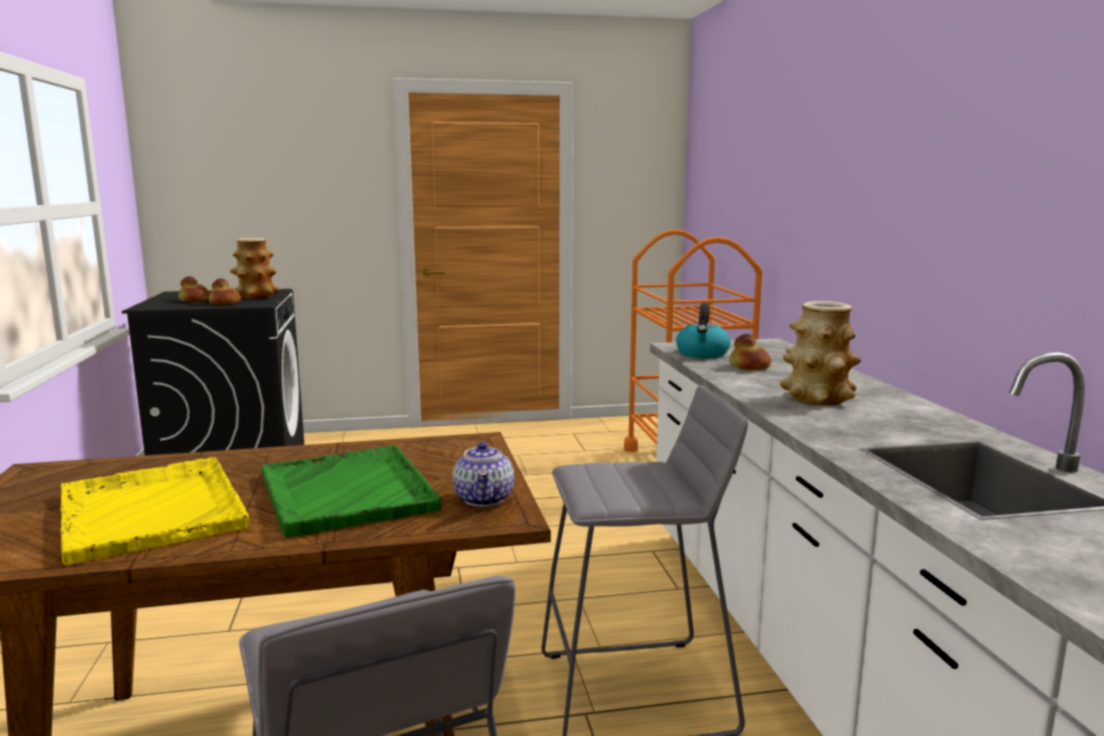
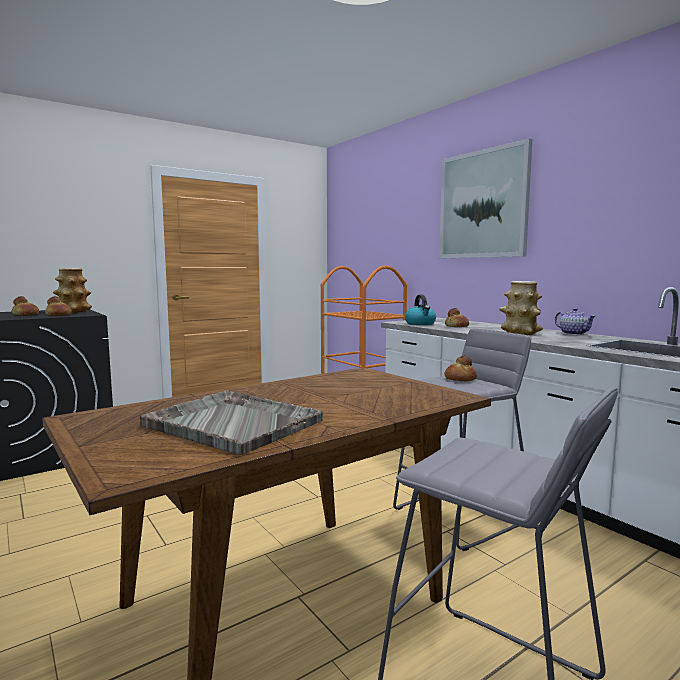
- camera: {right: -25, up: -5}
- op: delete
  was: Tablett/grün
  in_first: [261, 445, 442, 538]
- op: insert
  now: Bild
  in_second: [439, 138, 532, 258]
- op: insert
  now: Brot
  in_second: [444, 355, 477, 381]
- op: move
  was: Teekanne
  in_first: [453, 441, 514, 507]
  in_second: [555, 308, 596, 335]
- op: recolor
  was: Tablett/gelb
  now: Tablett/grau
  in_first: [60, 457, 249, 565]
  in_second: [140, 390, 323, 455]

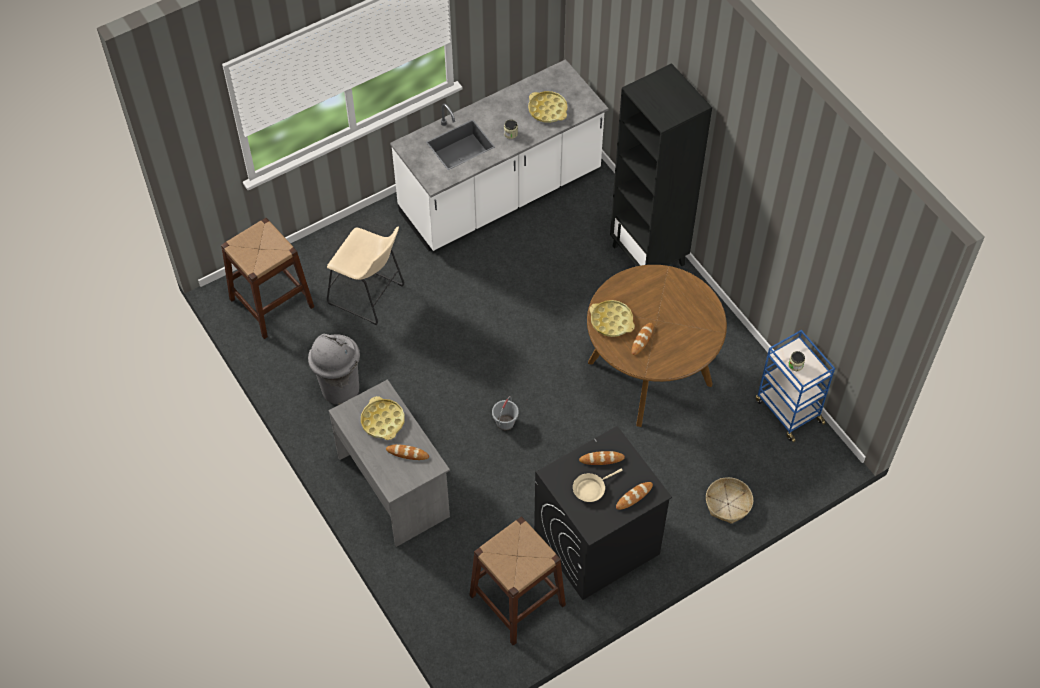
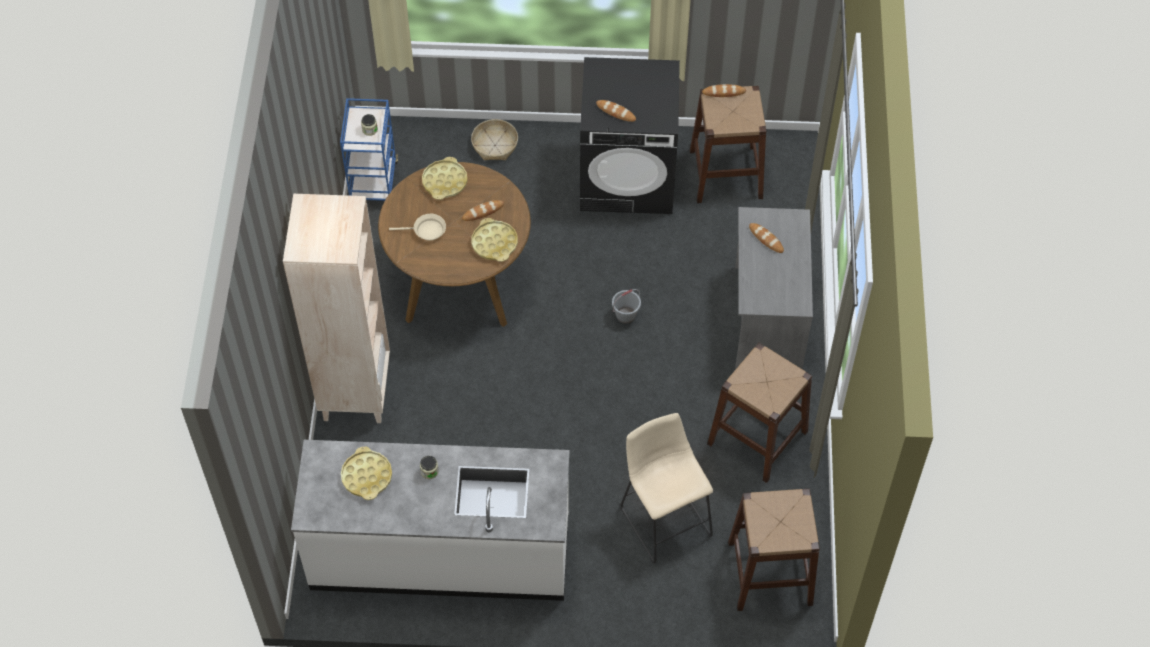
- camera: {right: -145, up: 0}
- op: move
  was: Tablett/gelb
  in_first: [361, 396, 405, 440]
  in_second: [422, 157, 468, 200]
- op: move
  was: Pfanne/beige
  in_first: [573, 468, 622, 502]
  in_second: [389, 214, 446, 241]
- op: move
  was: Brot
  in_first: [616, 482, 653, 510]
  in_second: [702, 84, 746, 97]
- op: replace
  was: Mülleimer/grau
  now: Hocker/braun
  in_first: [308, 334, 360, 405]
  in_second: [707, 343, 812, 483]
- op: recolor
  was: Bücherregal/schwarz
  now: Bücherregal/beige
  in_first: [610, 63, 712, 266]
  in_second: [283, 194, 390, 423]

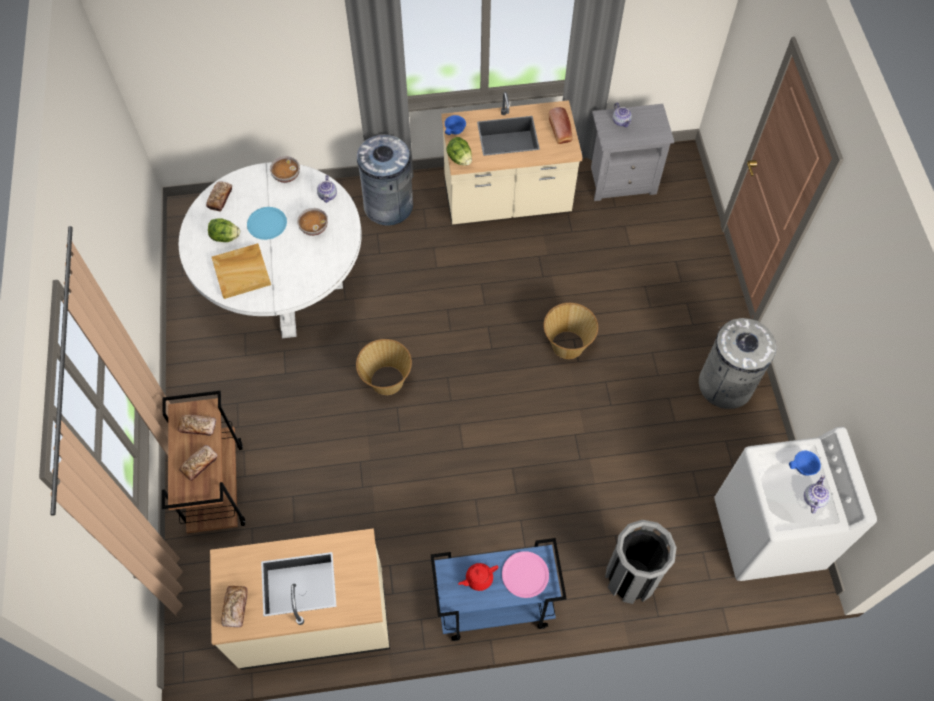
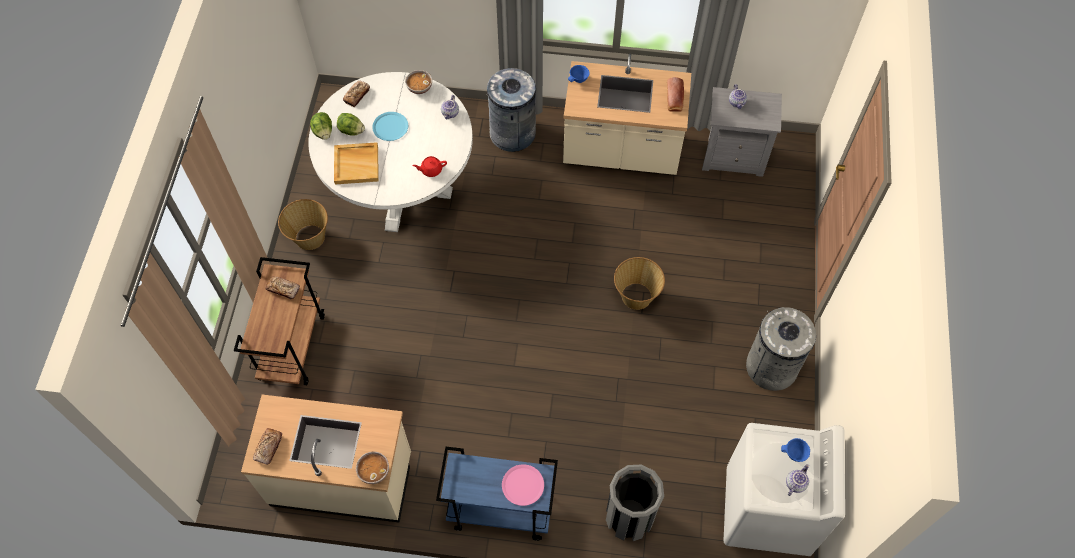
- camera: {right: 15, up: 0}
- op: delete
  was: Brot
  in_first: [179, 445, 218, 481]
- op: move
  was: Schüssel
  in_first: [297, 208, 328, 236]
  in_second: [356, 452, 389, 484]
- op: move
  was: Korb
  in_first: [356, 339, 412, 395]
  in_second: [278, 199, 328, 250]
- op: move
  was: Salatkopf
  in_first: [447, 137, 472, 166]
  in_second: [310, 112, 332, 140]
- op: move
  was: Teekanne/rot
  in_first: [458, 563, 498, 591]
  in_second: [412, 156, 447, 177]

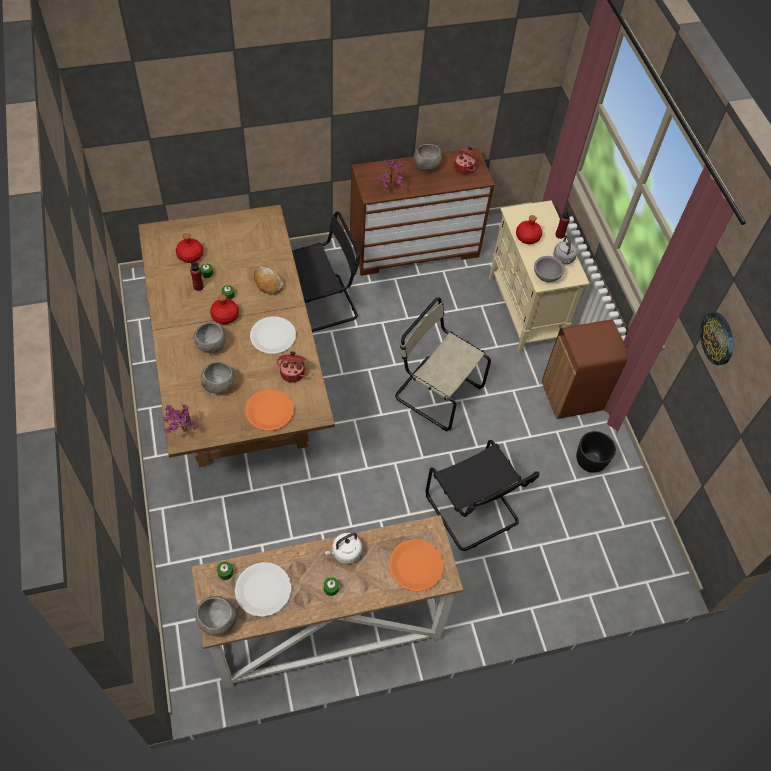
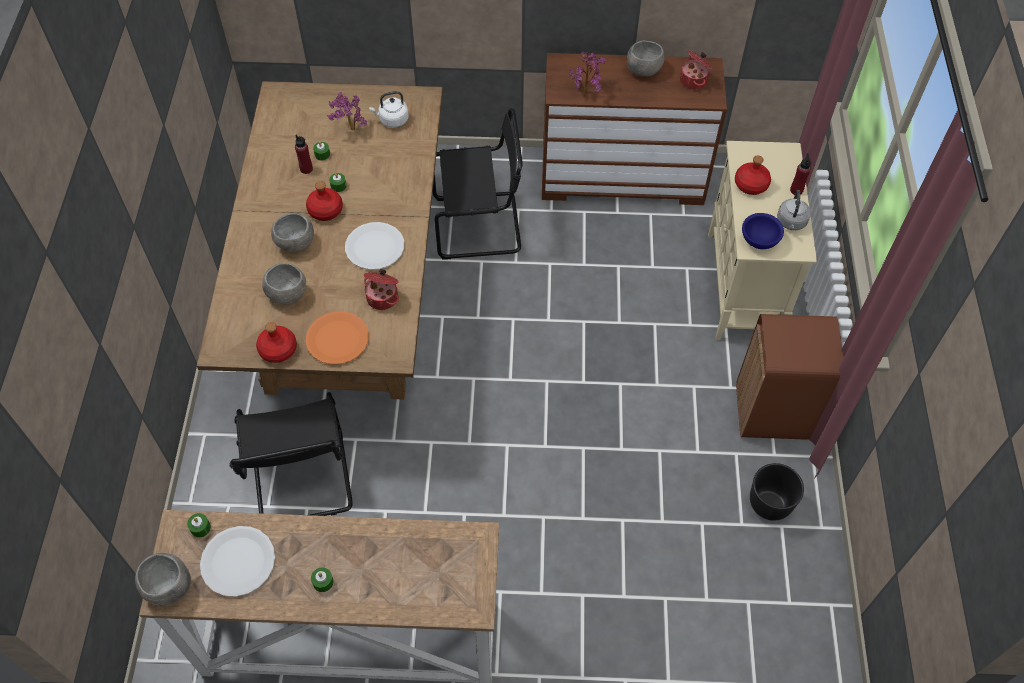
- camera: {right: 20, up: 0}
- op: delete
  was: Brot
  in_first: [254, 266, 283, 295]
- op: delete
  was: Teller/orange
  in_first: [389, 539, 443, 592]
- op: delete
  was: Stuhl/beige
  in_first: [395, 297, 491, 432]
- op: delete
  was: Wanduhr
  in_first: [700, 312, 733, 365]
- op: move
  was: Topfpflanze
  in_first: [163, 404, 199, 433]
  in_second: [327, 92, 367, 130]
- op: move
  was: Flasche/rot
  in_first: [176, 233, 203, 263]
  in_second: [256, 322, 297, 363]
- op: move
  was: Wasserkessel/weiß
  in_first: [325, 533, 362, 564]
  in_second: [369, 91, 409, 128]
- op: move
  was: Stuhl/schwarz
  in_first: [426, 440, 539, 551]
  in_second: [229, 392, 353, 516]
- op: recolor
  was: Schüssel/grau
  now: Schüssel/blau
  in_first: [534, 256, 564, 282]
  in_second: [742, 213, 784, 249]

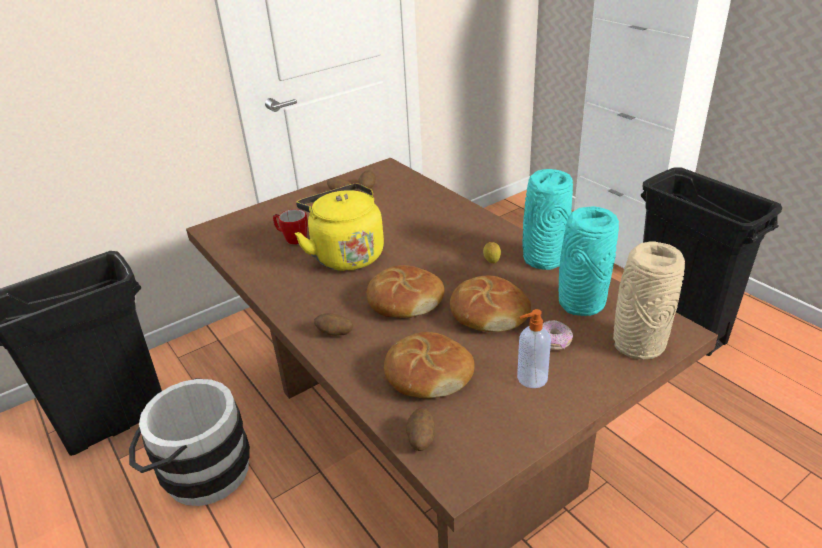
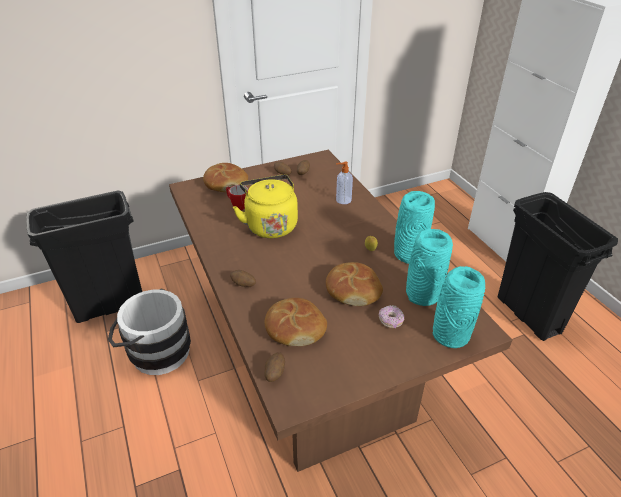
- camera: {right: 10, up: 5}
- op: move
  was: Brot
  in_first: [367, 265, 445, 318]
  in_second: [203, 163, 248, 192]
- op: move
  was: Seifenspender
  in_first: [517, 309, 551, 388]
  in_second: [336, 162, 353, 204]
- op: recolor
  was: Vase/beige
  now: Vase/türkis
  in_first: [613, 241, 685, 359]
  in_second: [433, 266, 485, 348]

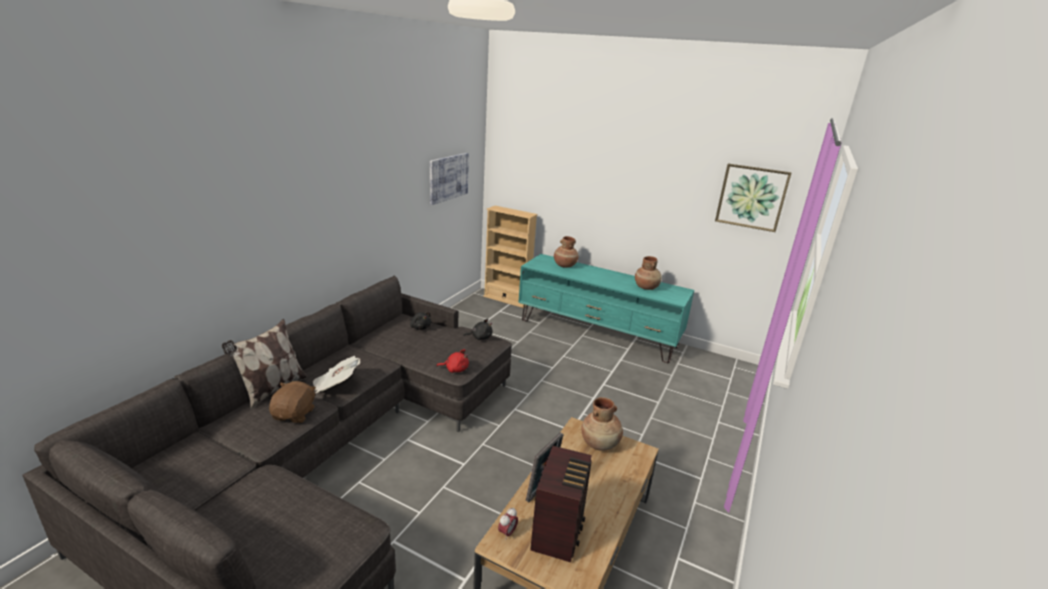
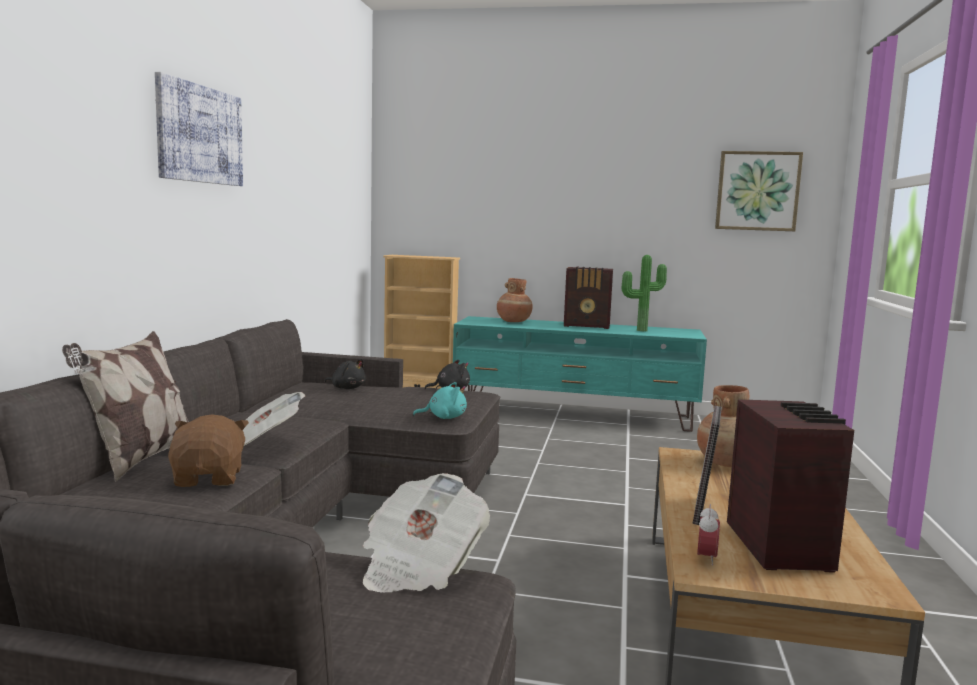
- camera: {right: -15, up: -15}
- op: insert
  now: Zeitung
  in_second: [362, 473, 490, 592]
- op: insert
  now: Radio
  in_second: [564, 267, 613, 329]
- op: move
  was: Bild
  in_first: [430, 153, 469, 205]
  in_second: [155, 72, 243, 186]
- op: replace
  was: Vase/braun
  now: Topfpflanze
  in_first: [635, 256, 662, 290]
  in_second: [622, 255, 667, 331]
- op: recolor
  was: Plüschtier/rot
  now: Plüschtier/türkis
  in_first: [437, 349, 469, 373]
  in_second: [413, 382, 467, 419]

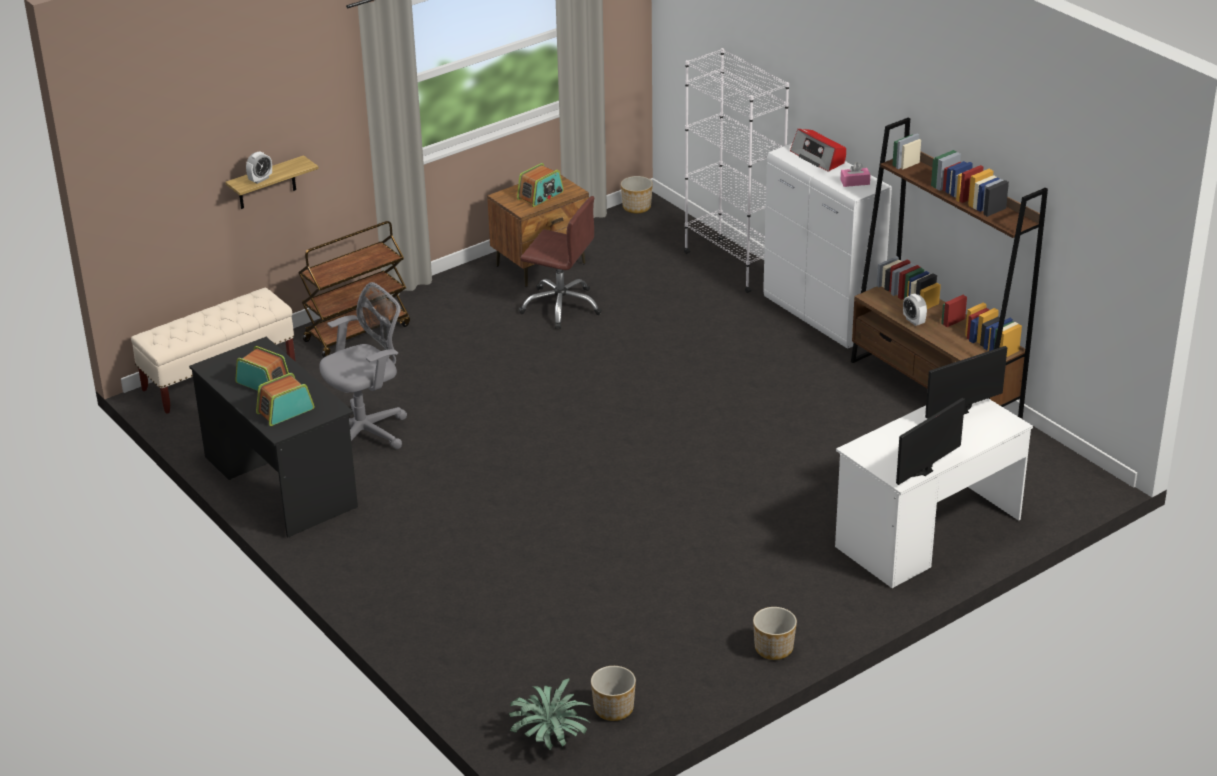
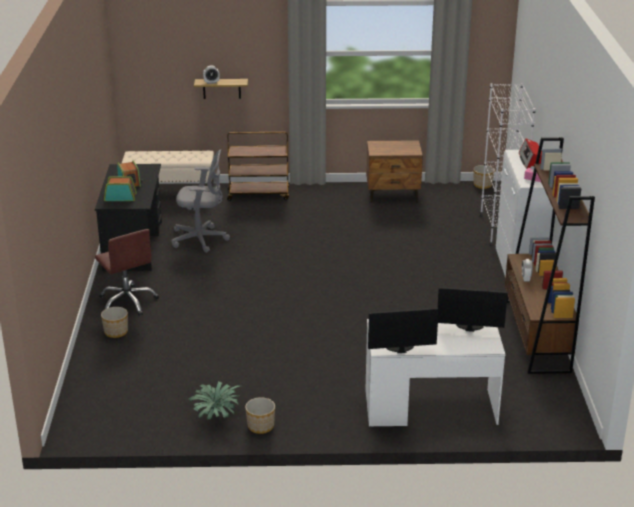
- camera: {right: 35, up: -5}
- op: delete
  was: Radio
  in_first: [517, 163, 564, 207]
- op: move
  was: Topfpflanze
  in_first: [509, 678, 590, 750]
  in_second: [189, 381, 240, 420]
- op: move
  was: Bürostuhl/braun
  in_first: [519, 196, 602, 329]
  in_second: [95, 229, 159, 316]
- op: move
  was: Pflanzkübel
  in_first: [591, 666, 636, 721]
  in_second: [101, 307, 128, 338]

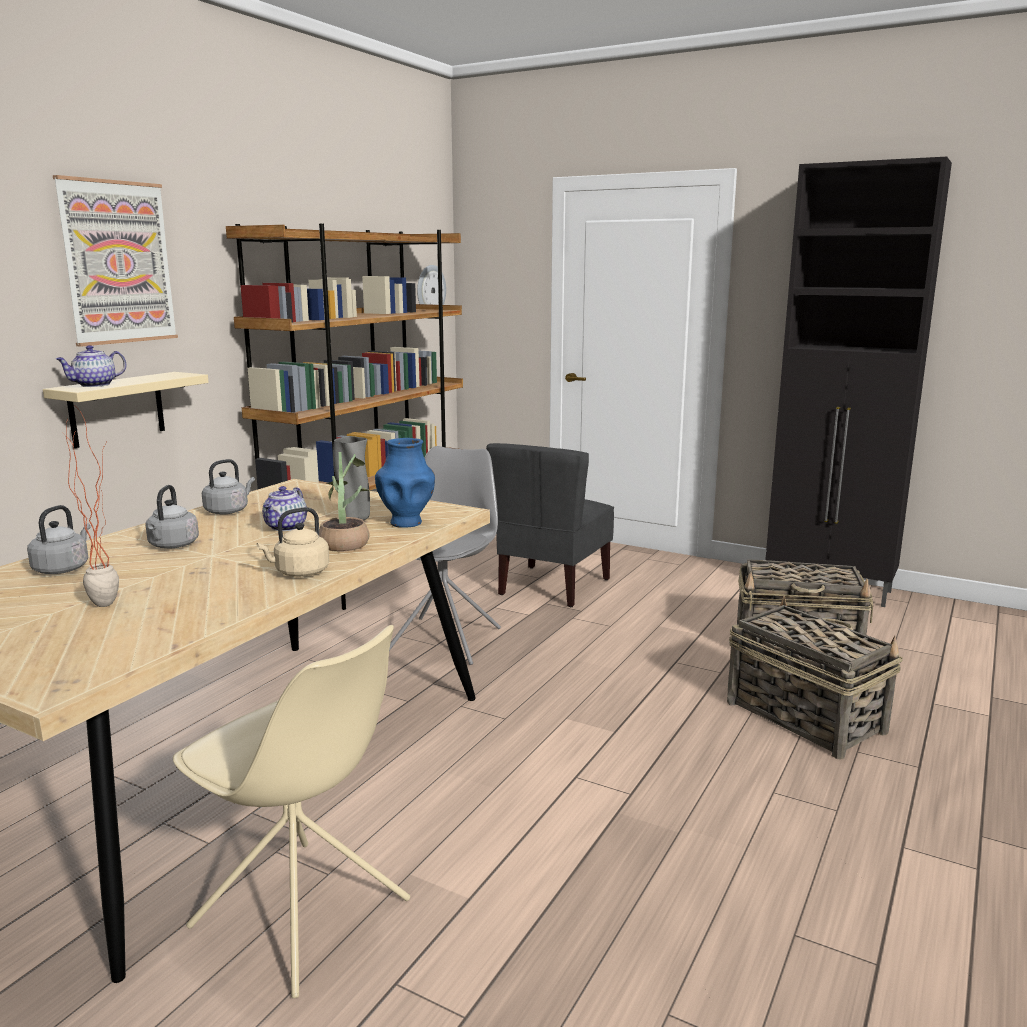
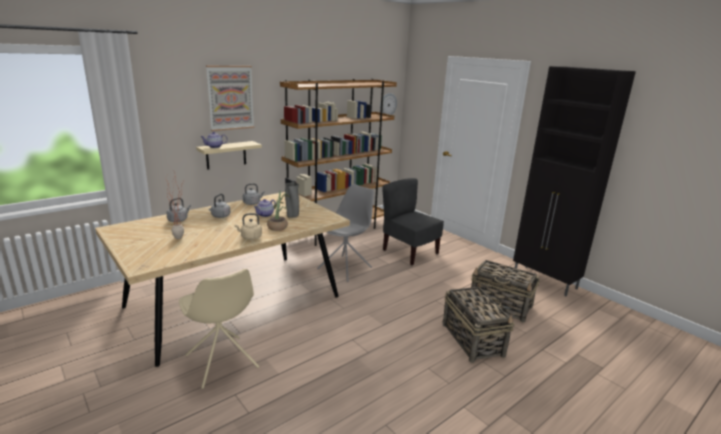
- camera: {right: 20, up: 5}
- op: delete
  was: Vase/blau
  in_first: [375, 438, 435, 528]
- op: rotate
  was: Stuhl/grau
  in_first: [486, 443, 614, 607]
  in_second: [382, 178, 444, 265]
  clockwise: 90

